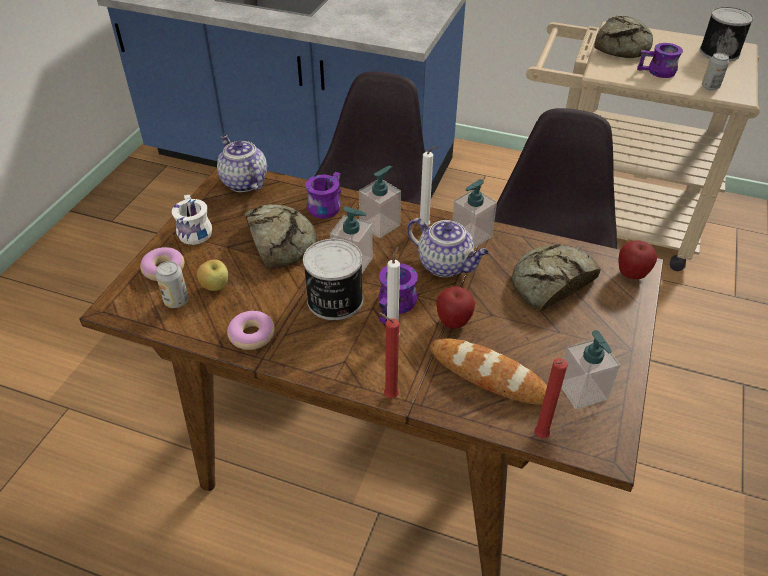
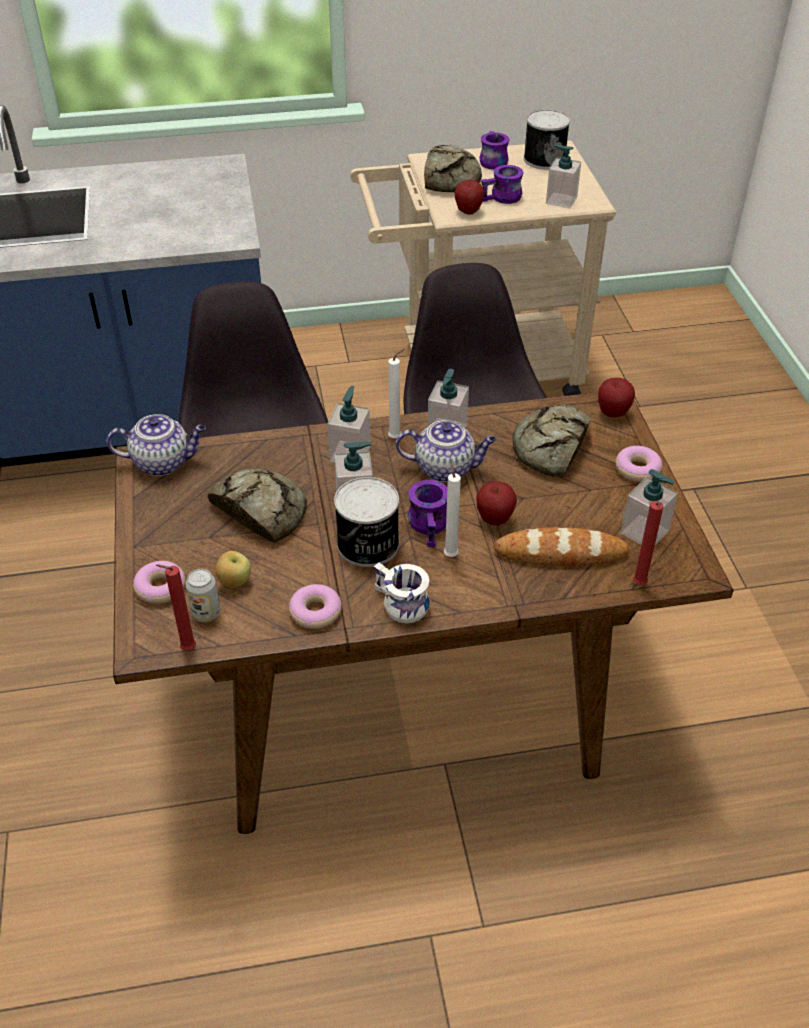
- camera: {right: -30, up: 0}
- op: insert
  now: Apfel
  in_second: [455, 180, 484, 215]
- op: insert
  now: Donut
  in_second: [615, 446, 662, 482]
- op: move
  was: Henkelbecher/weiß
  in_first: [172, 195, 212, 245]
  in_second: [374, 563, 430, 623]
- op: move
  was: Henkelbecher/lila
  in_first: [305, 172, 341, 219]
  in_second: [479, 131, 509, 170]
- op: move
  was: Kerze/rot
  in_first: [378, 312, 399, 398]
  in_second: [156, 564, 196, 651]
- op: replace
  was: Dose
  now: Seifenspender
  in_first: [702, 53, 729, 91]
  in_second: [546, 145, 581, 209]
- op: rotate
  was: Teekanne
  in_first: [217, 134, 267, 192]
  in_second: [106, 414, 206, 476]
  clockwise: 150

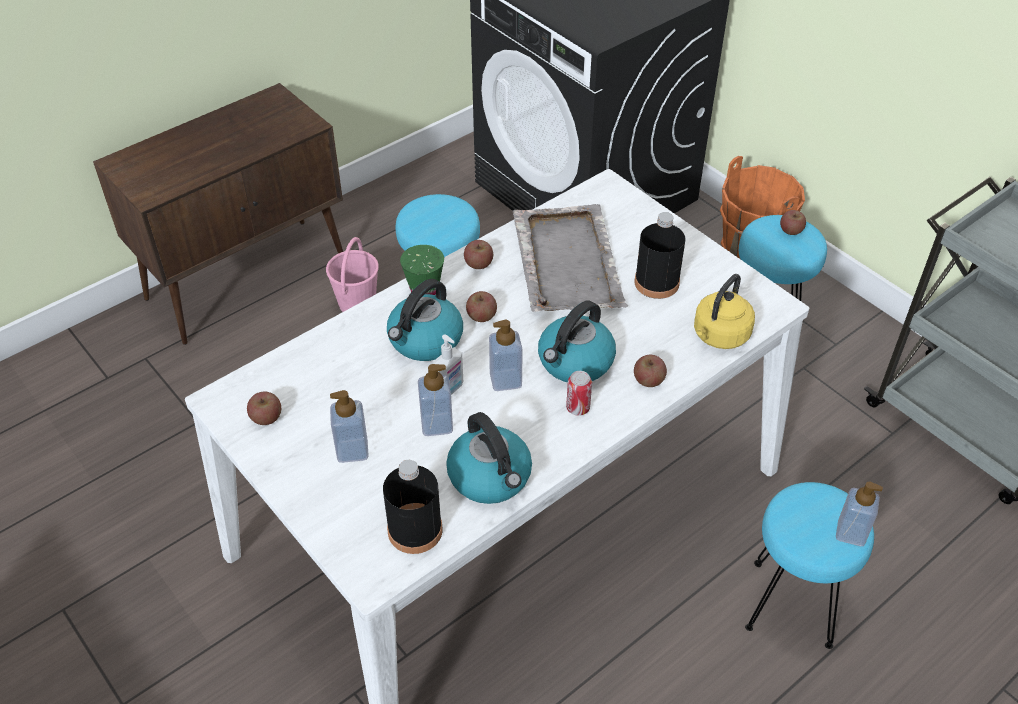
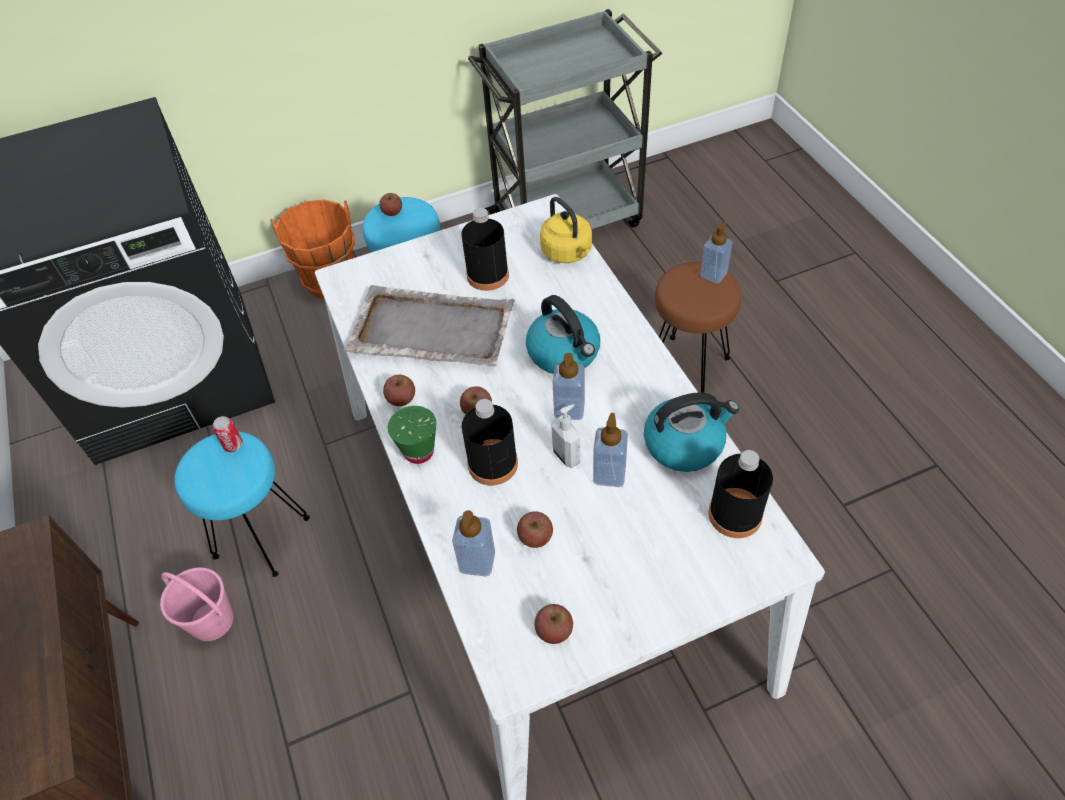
- camera: {right: -70, up: 5}
- op: move
  was: Seifenspender
  in_first: [330, 390, 369, 463]
  in_second: [452, 510, 495, 577]
- op: move
  was: Dose
  in_first: [566, 371, 592, 416]
  in_second: [213, 416, 243, 452]
- op: move
  was: Apfel
  in_first: [634, 355, 667, 387]
  in_second: [517, 511, 553, 548]
- op: replace
  was: Wasserkessel
  now: Flasche/schwarz
  in_first: [387, 279, 463, 361]
  in_second: [461, 399, 518, 485]
- op: recolor
  was: Hocker/türkis
  now: Hocker/braun
  in_first: [745, 482, 874, 649]
  in_second: [655, 262, 741, 393]

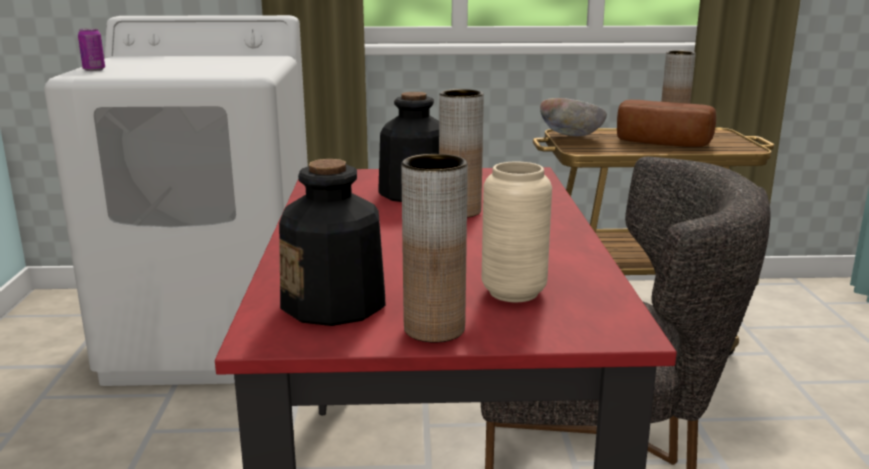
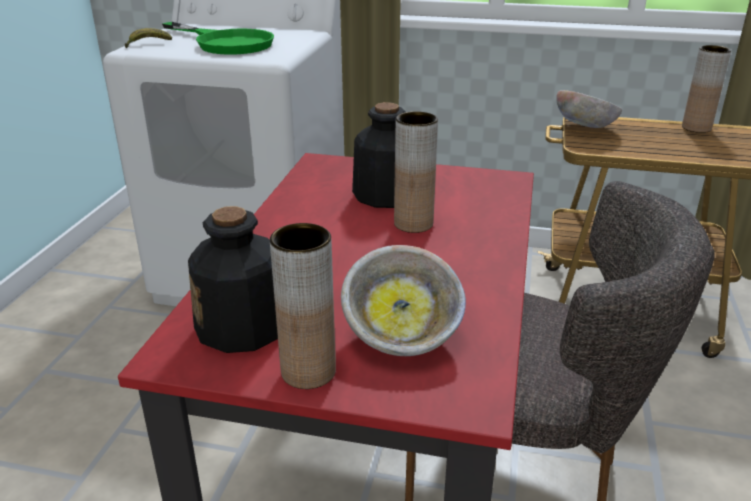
- camera: {right: 15, up: 10}
- op: delete
  was: Brot
  in_first: [617, 100, 716, 147]
- op: insert
  now: Pfanne/grün
  in_second: [162, 22, 274, 55]
- op: replace
  was: Dose
  now: Banane
  in_first: [78, 28, 105, 71]
  in_second: [125, 28, 172, 48]
- op: replace
  was: Vase/beige
  now: Schüssel
  in_first: [482, 162, 552, 302]
  in_second: [341, 245, 466, 356]

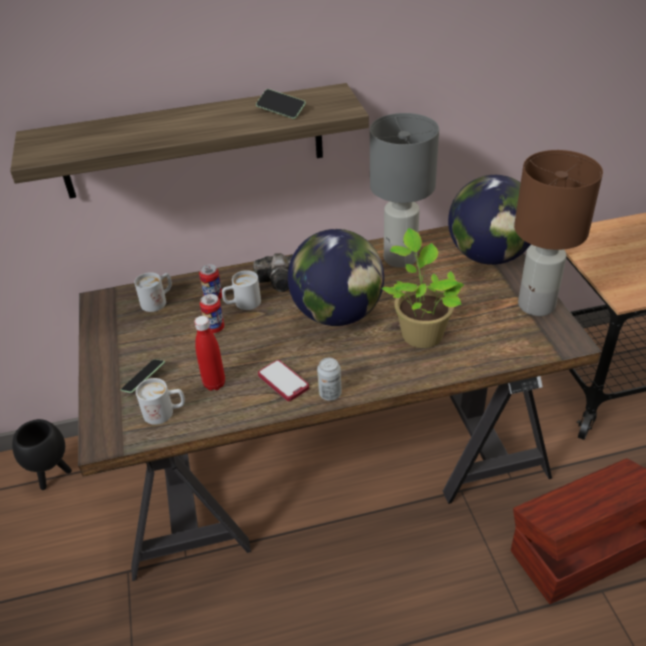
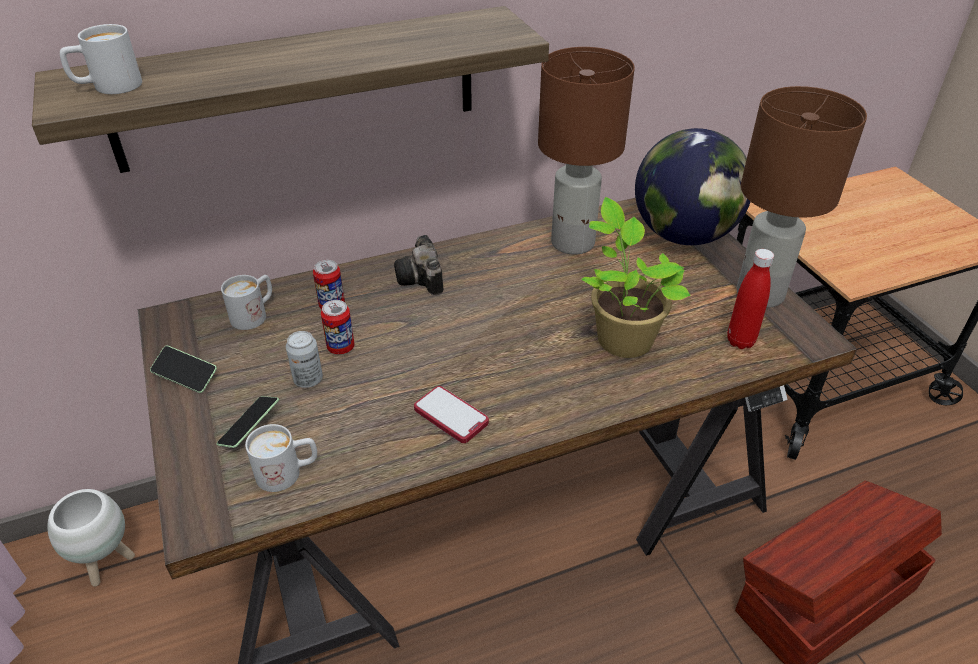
- camera: {right: -10, up: 0}
- op: delete
  was: Globus
  in_first: [288, 229, 384, 326]
- op: move
  was: Flasche/rot
  in_first: [194, 316, 225, 391]
  in_second: [727, 249, 774, 349]
- op: move
  was: Henkelbecher/weiß
  in_first: [222, 270, 261, 310]
  in_second: [60, 24, 142, 94]
- op: move
  was: Handy
  in_first: [256, 89, 306, 119]
  in_second: [150, 345, 217, 393]
- op: move
  was: Dose
  in_first: [317, 358, 342, 401]
  in_second: [286, 331, 323, 388]
- op: recolor
  was: Pflanzkübel/schwarz
  now: Pflanzkübel/weiß
  in_first: [12, 419, 72, 490]
  in_second: [47, 489, 135, 587]
- op: recolor
  was: Tischlampe/grau
  now: Tischlampe/braun
  in_first: [370, 113, 439, 268]
  in_second: [538, 47, 635, 255]
- op: rotate
  was: Kamera
  in_first: [253, 253, 293, 292]
  in_second: [394, 235, 443, 295]
  clockwise: 90

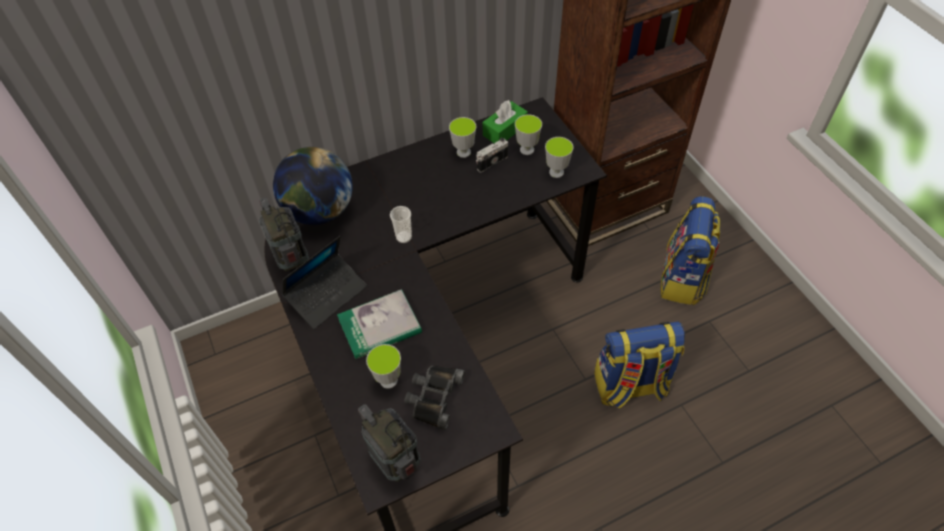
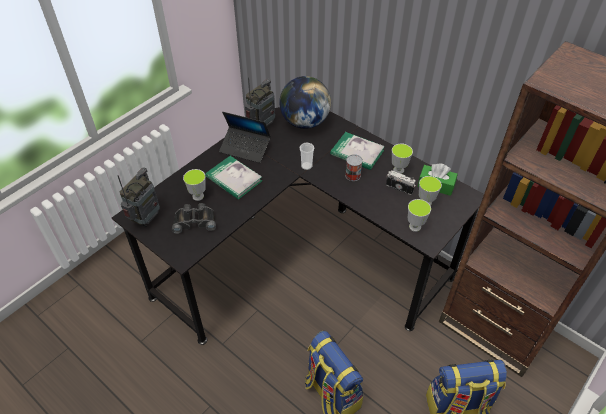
- camera: {right: 65, up: -5}
- op: insert
  now: Buch
  in_second: [330, 132, 385, 170]
- op: insert
  now: Dose
  in_second: [345, 154, 363, 181]

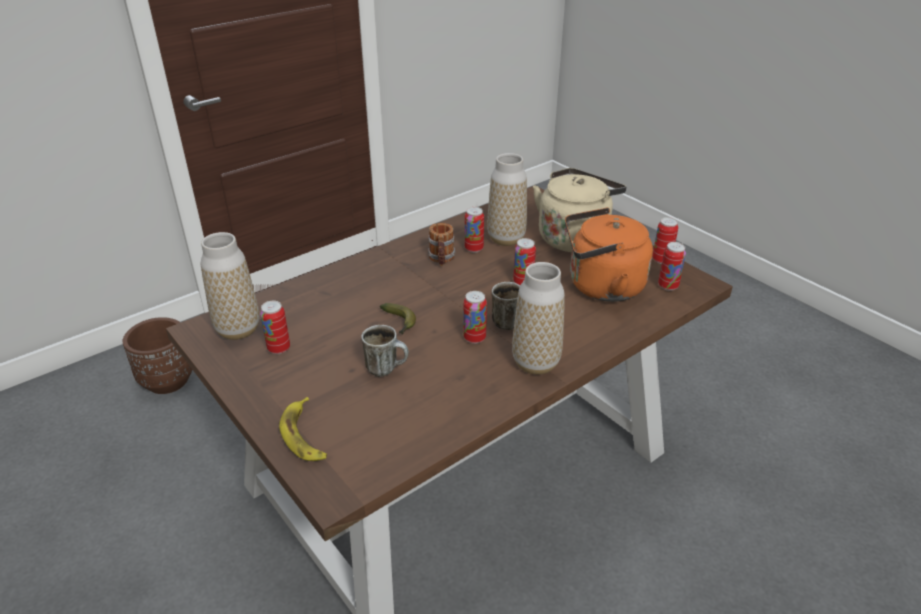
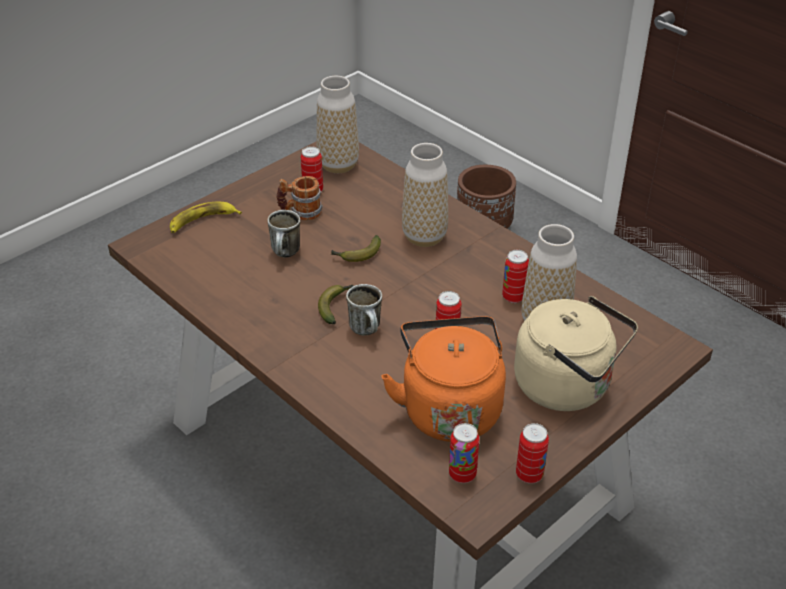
- camera: {right: 85, up: 5}
- op: move
  was: Henkelbecher
  in_first: [428, 223, 455, 266]
  in_second: [276, 176, 323, 220]
- op: move
  was: Vase
  in_first: [512, 262, 565, 375]
  in_second: [402, 143, 448, 247]
- op: replace
  was: Dose
  now: Banane
  in_first: [463, 291, 487, 344]
  in_second: [318, 285, 354, 324]

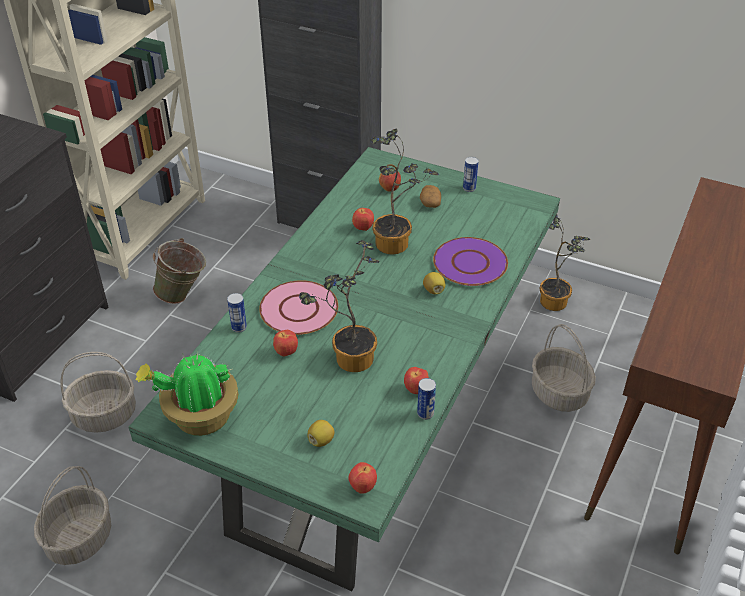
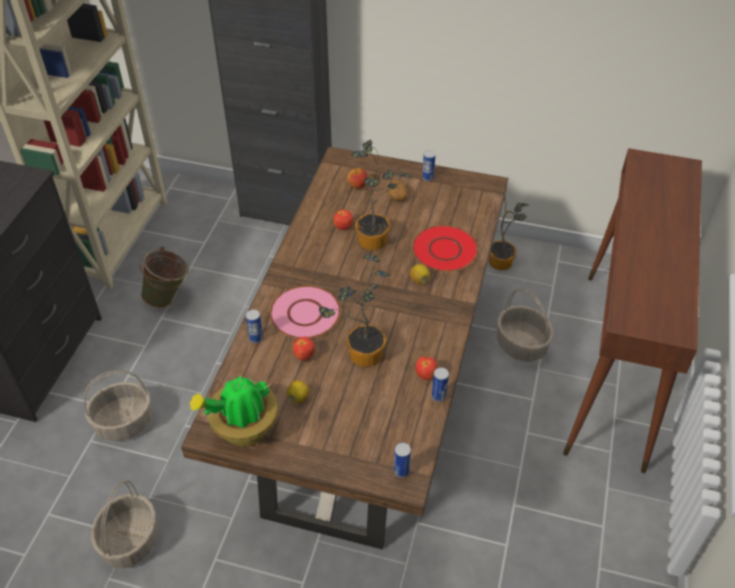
- camera: {right: -10, up: 5}
- op: move
  was: Zitrone
  in_first: [307, 420, 334, 447]
  in_second: [287, 380, 309, 404]
- op: replace
  was: Apfel
  now: Dose
  in_first: [348, 462, 377, 493]
  in_second: [394, 442, 411, 478]
- op: recolor
  was: Esstisch/grün
  now: Esstisch/braun
  in_first: [128, 147, 560, 591]
  in_second: [181, 147, 508, 550]
- op: recolor
  was: Teller/lila
  now: Teller/rot
  in_first: [433, 237, 508, 286]
  in_second: [412, 225, 478, 272]

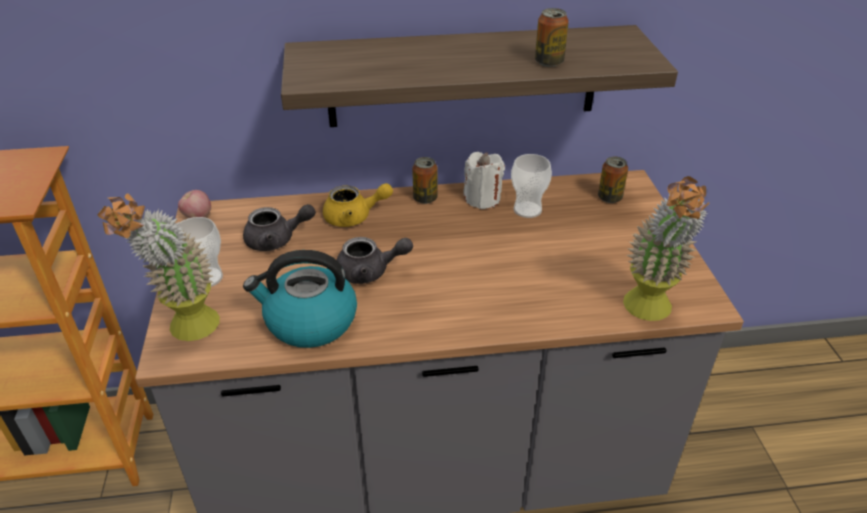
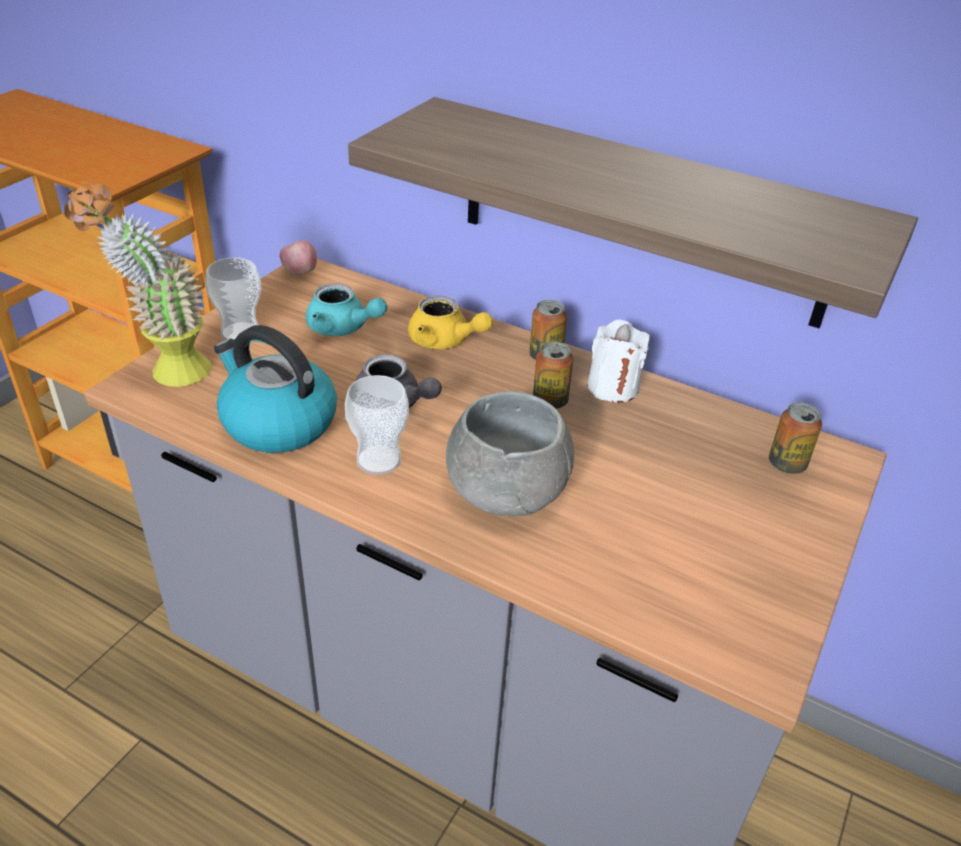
- camera: {right: 35, up: 0}
- op: delete
  was: Topfpflanze
  in_first: [623, 176, 710, 321]
- op: insert
  now: Schüssel/grau
  in_second: [446, 392, 574, 516]
- op: move
  was: Tasse
  in_first: [511, 154, 552, 218]
  in_second: [345, 375, 409, 475]
- op: move
  was: Dose
  in_first: [535, 8, 569, 67]
  in_second: [533, 342, 573, 409]
- op: recolor
  was: Teekanne/grau
  now: Teekanne/türkis
  in_first: [243, 204, 316, 251]
  in_second: [306, 283, 387, 336]

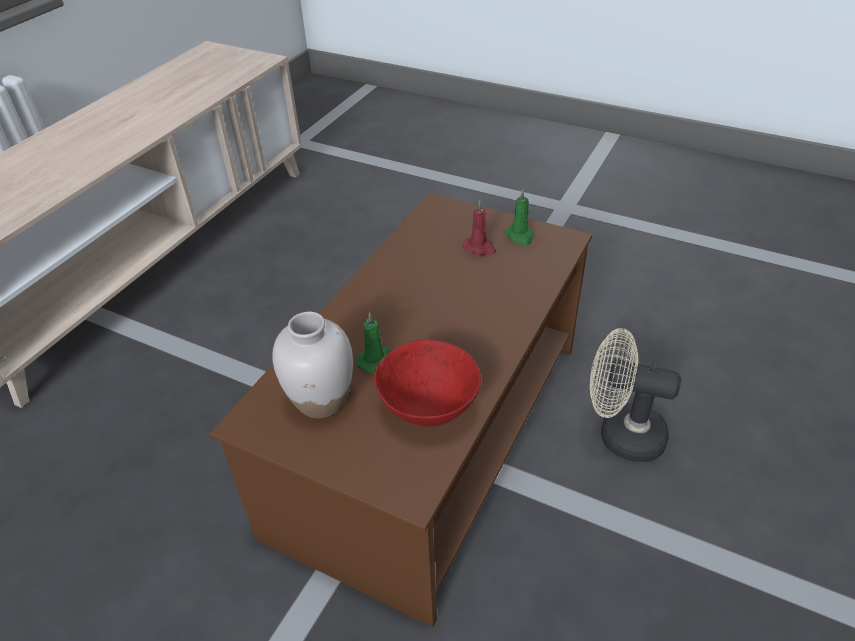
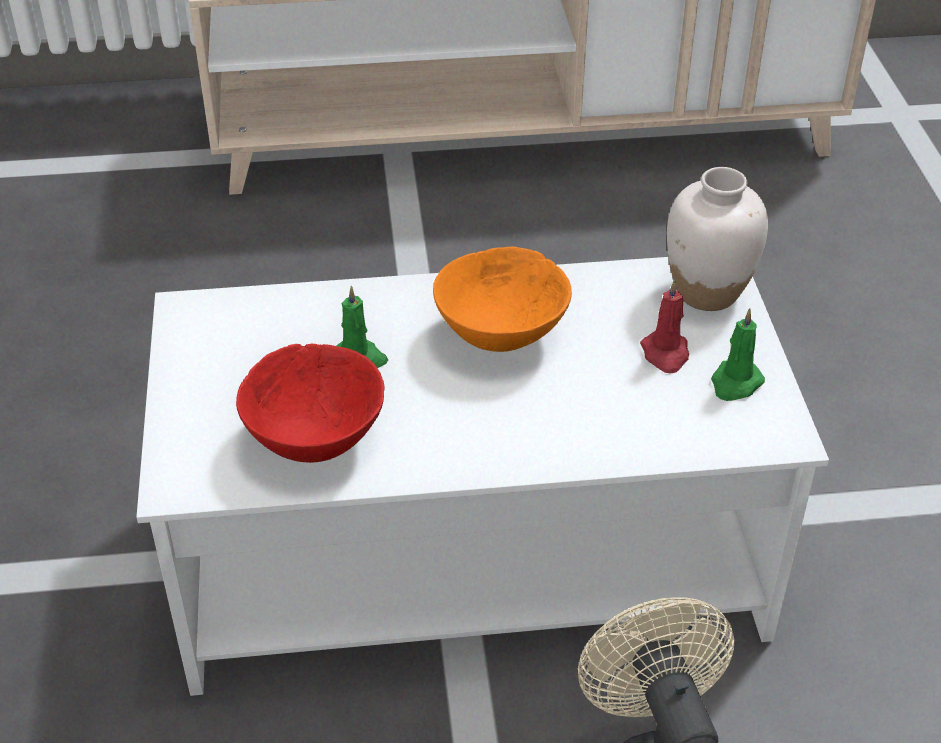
- camera: {right: 55, up: 0}
- op: insert
  now: Schüssel/orange
  in_second: [433, 247, 572, 352]
- op: move
  was: Vase/weiß
  in_first: [272, 311, 353, 419]
  in_second: [667, 167, 768, 311]
- op: recolor
  was: Couchtisch/braun
  now: Couchtisch/weiß
  in_first: [210, 193, 592, 627]
  in_second: [136, 257, 829, 696]

